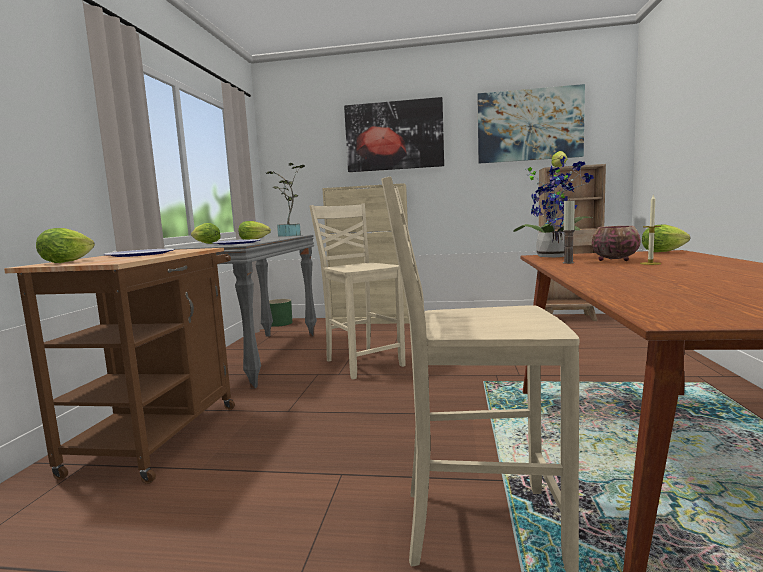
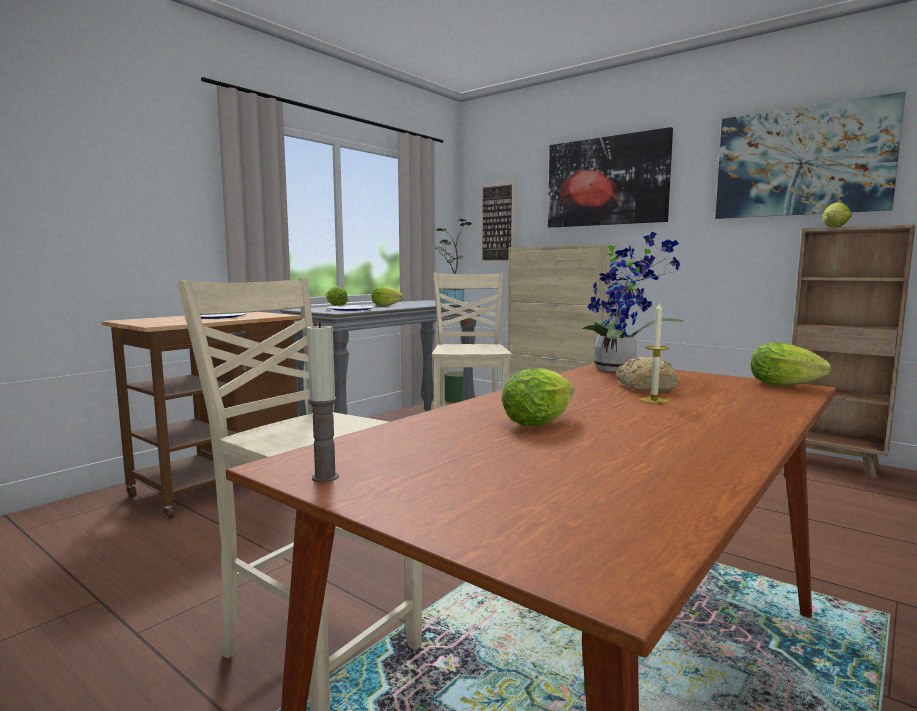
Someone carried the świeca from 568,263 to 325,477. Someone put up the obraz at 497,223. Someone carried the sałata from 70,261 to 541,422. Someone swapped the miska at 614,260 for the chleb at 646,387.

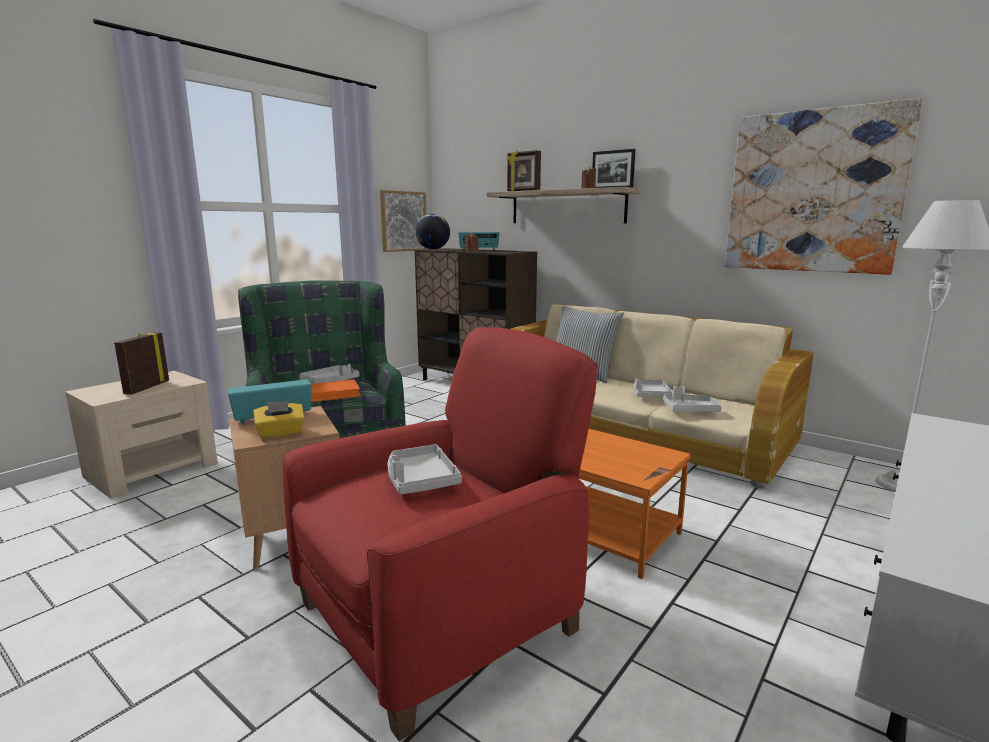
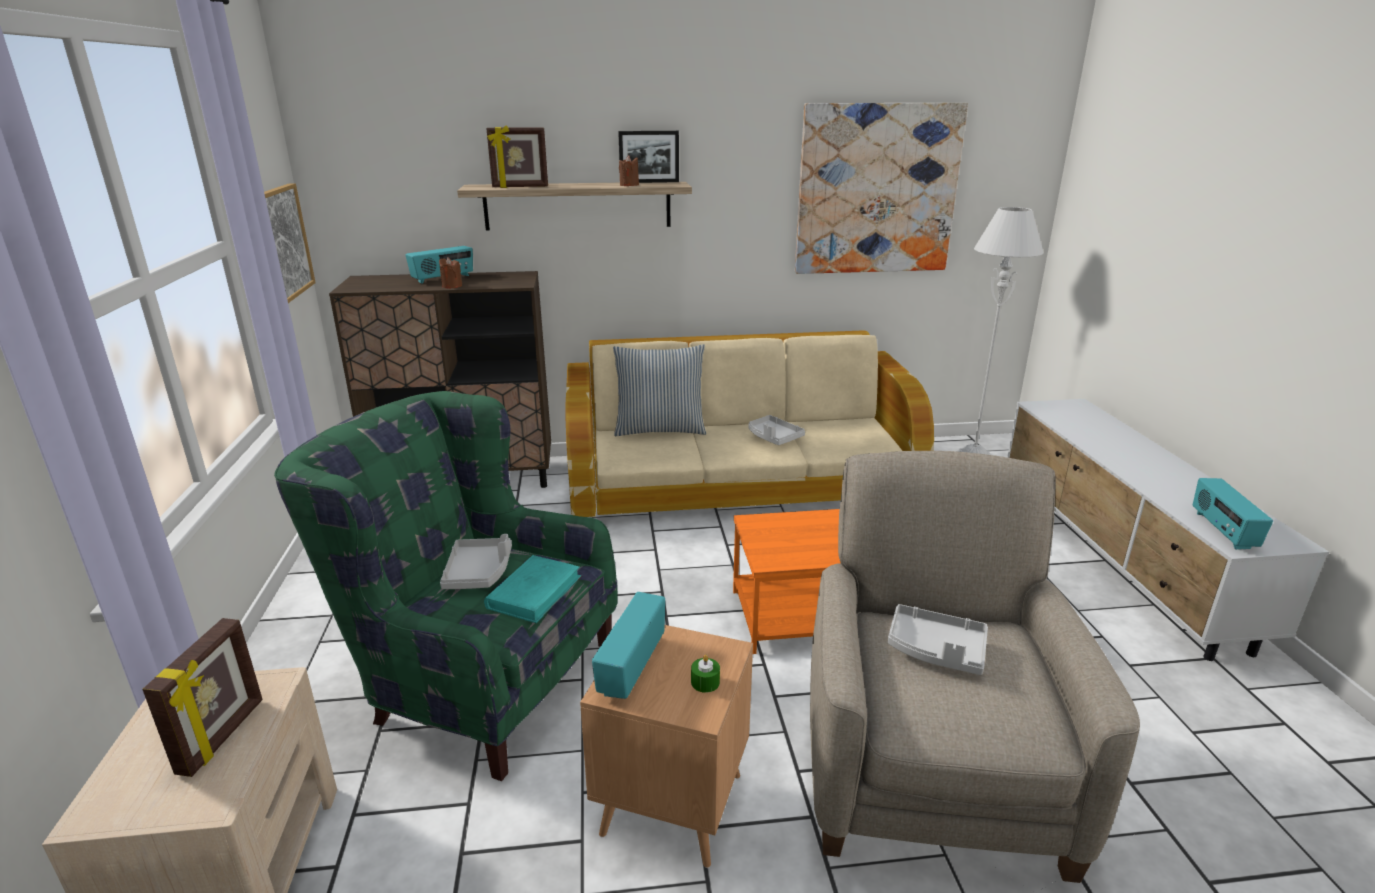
Someone rotated the ramka na zdjęcie at 146,387 by 135 degrees counterclockwise. Someone repainted the książka [pomarańczowy] at 331,394, which became the książka [turkusowy] at 534,592. Someone swapped the pudełko chusteczek [żółty] at 281,434 for the świeca [zielony] at 705,682. Someone repainted the fotel [czerwony] at 441,615, which became the fotel [beżowy] at 930,769. Someone put down the radio at 1222,531. Someone took away the globus at 433,249. Someone took away the taca [szary] at 690,410.

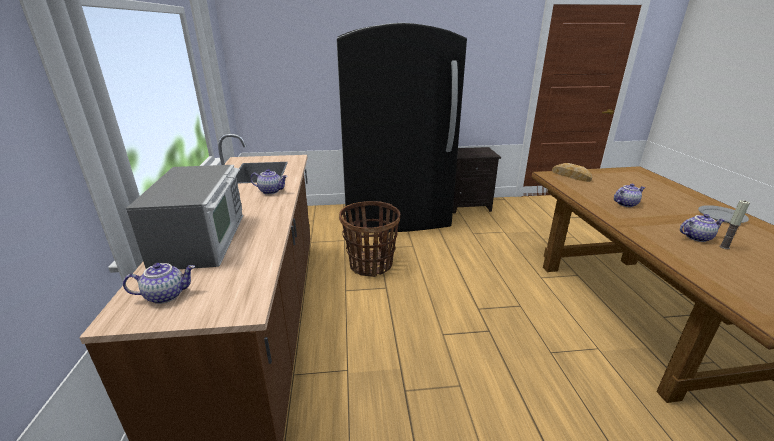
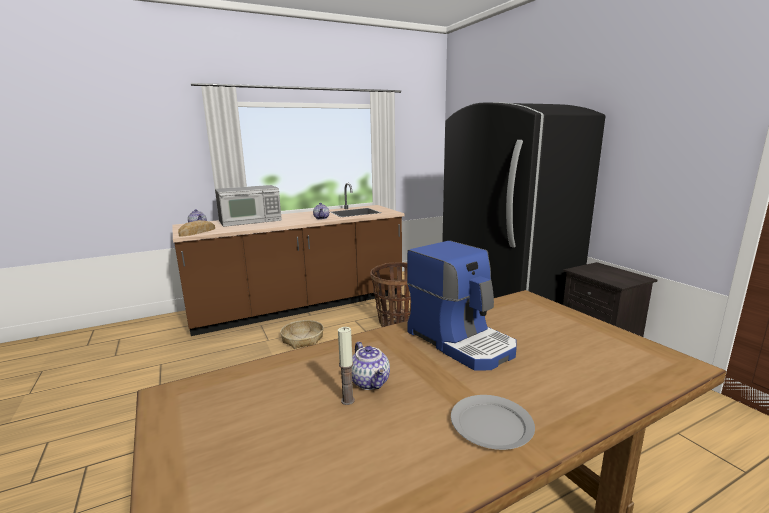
Someone carried the chleb from 571,175 to 197,232. Someone put down the koszyk at 303,339. Someone swapped the imbryk at 625,204 for the ekspres do kawy at 461,341.

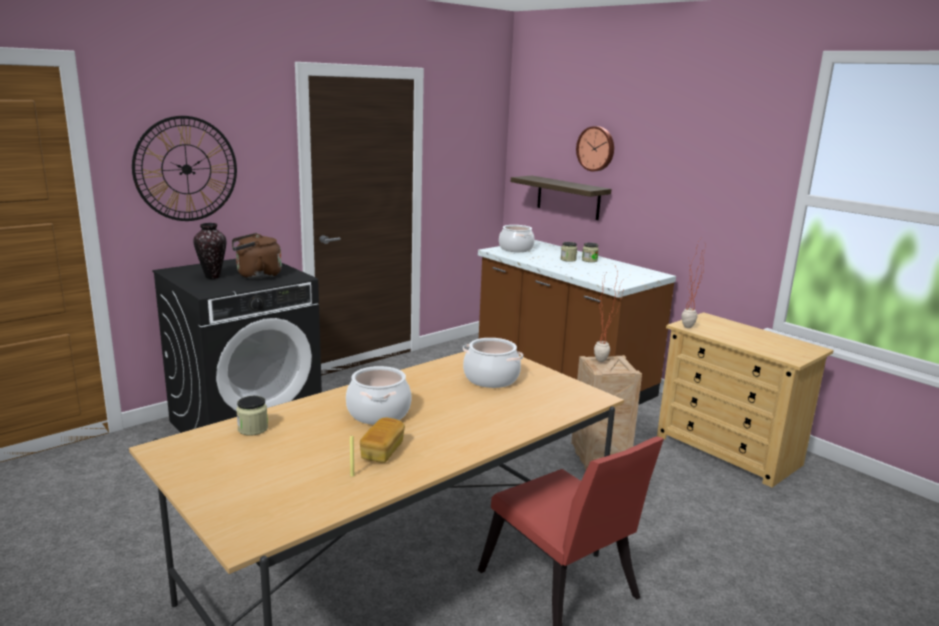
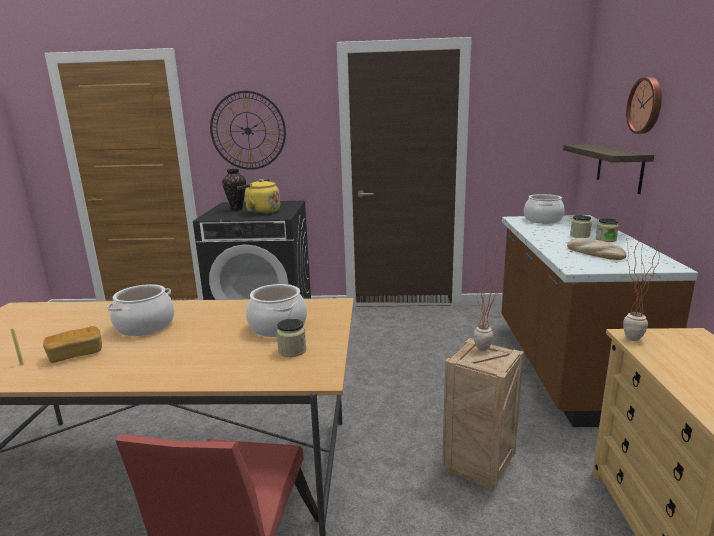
Someone repainted the czajnik [brązowy] at 256,275, which became the czajnik [żółty] at 261,212. Someone carried the słoik from 253,429 to 292,350. Someone put down the chleb at 594,253.

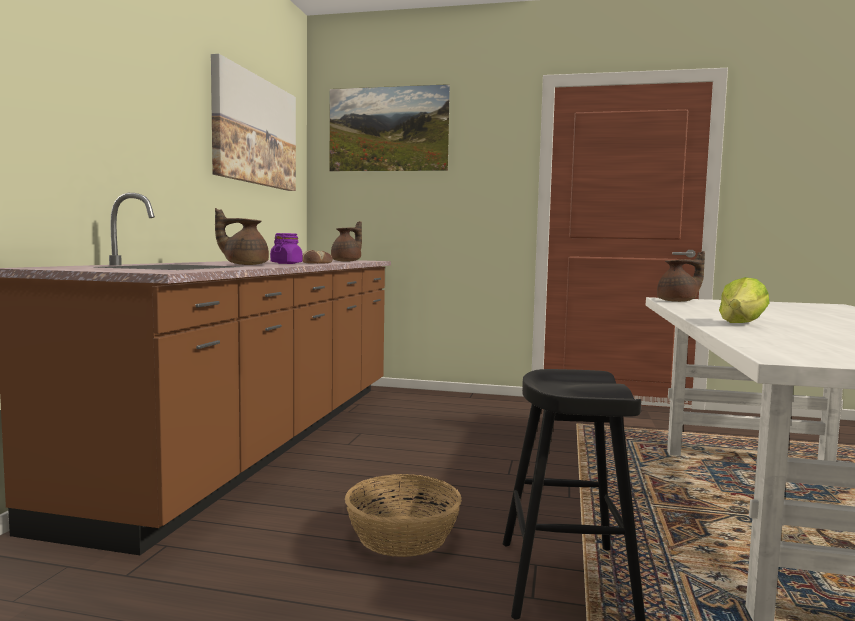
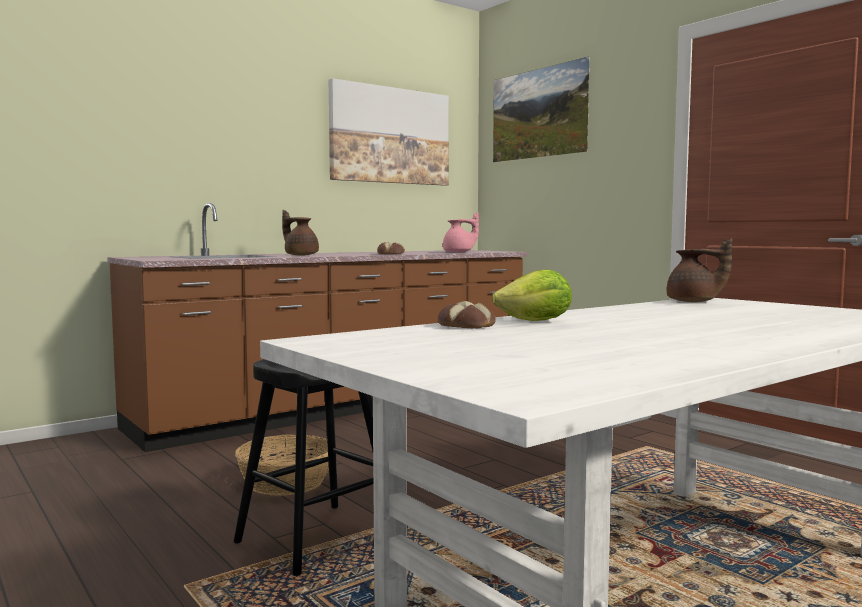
Someone put down the chleb at 465,326. Someone repainted the imbryk [brązowy] at 347,261, which became the imbryk [różowy] at 459,252. Someone took away the słoik [fioletowy] at 286,263.

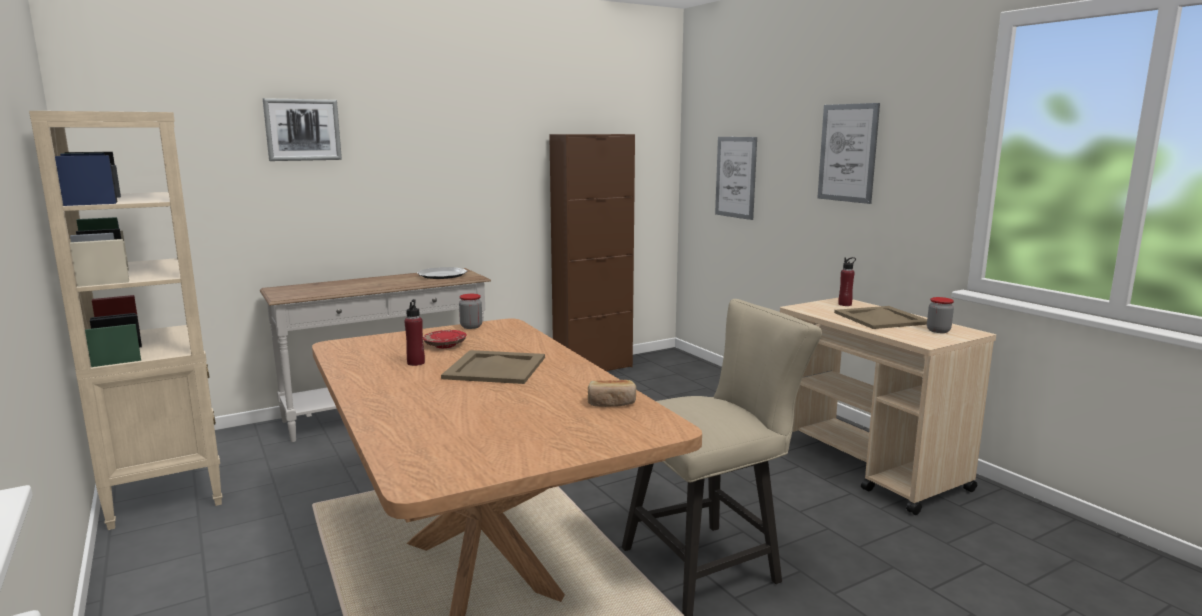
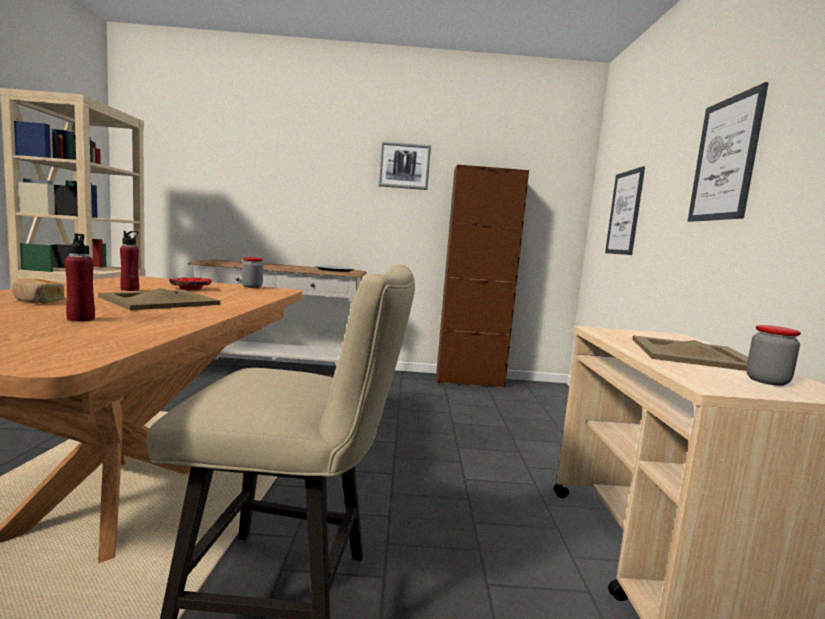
Someone carried the chleb from 611,403 to 37,301. Someone carried the butelka [czerwony] from 845,304 to 81,319. Someone carried the obraz from 302,130 to 404,166.

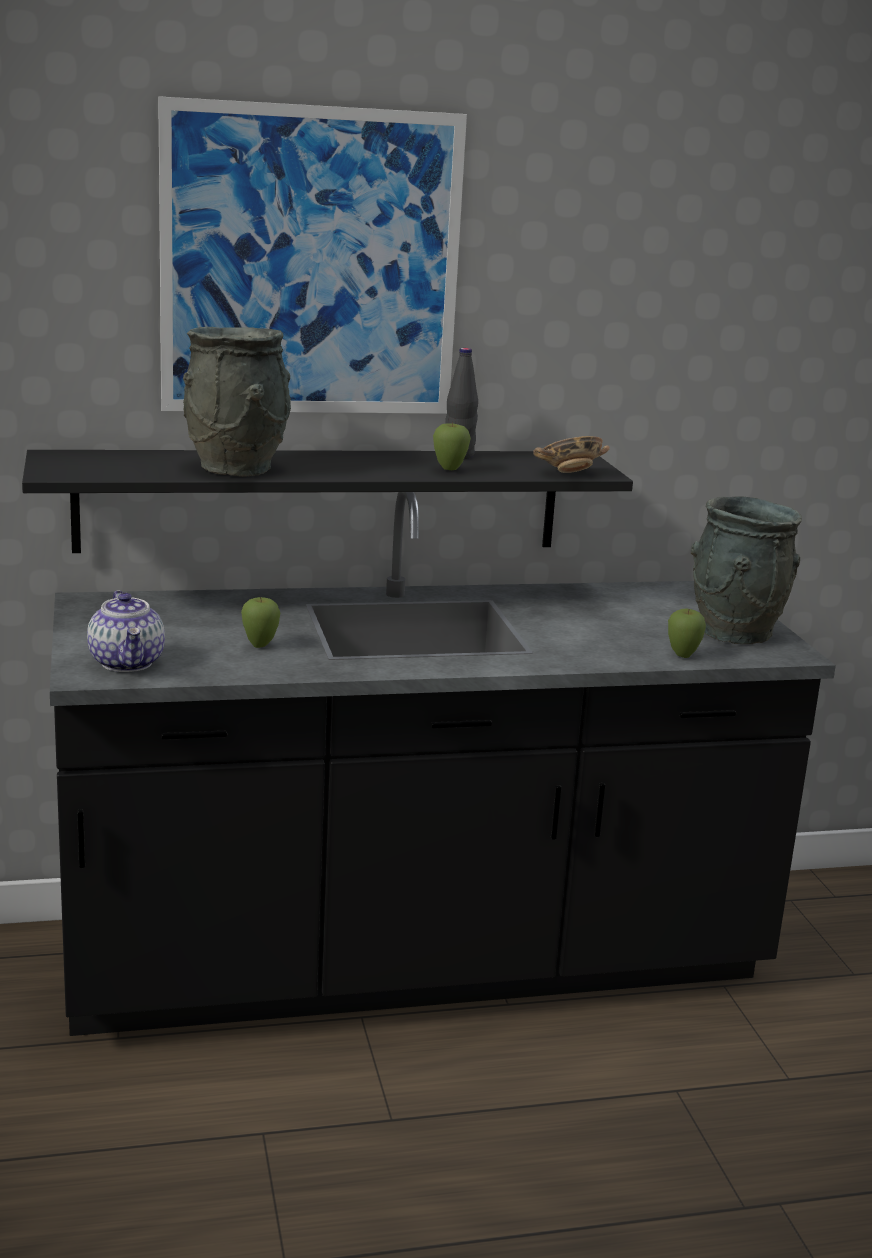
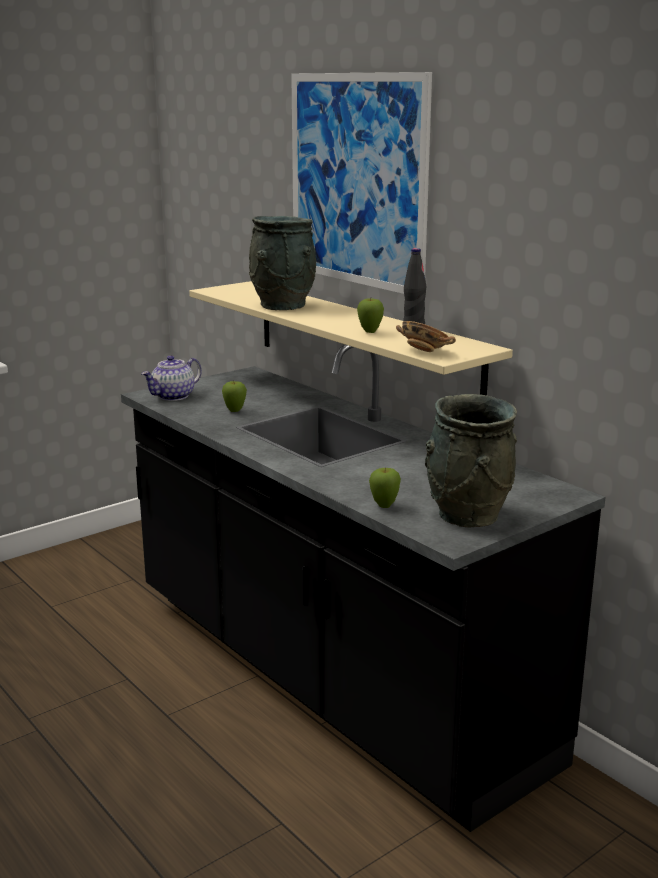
Someone repainted the półka [czarny] at 321,500, which became the półka [beżowy] at 362,344.

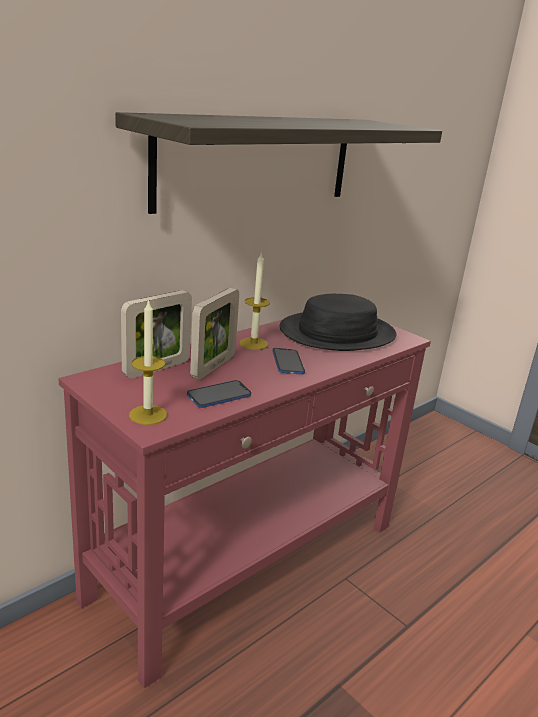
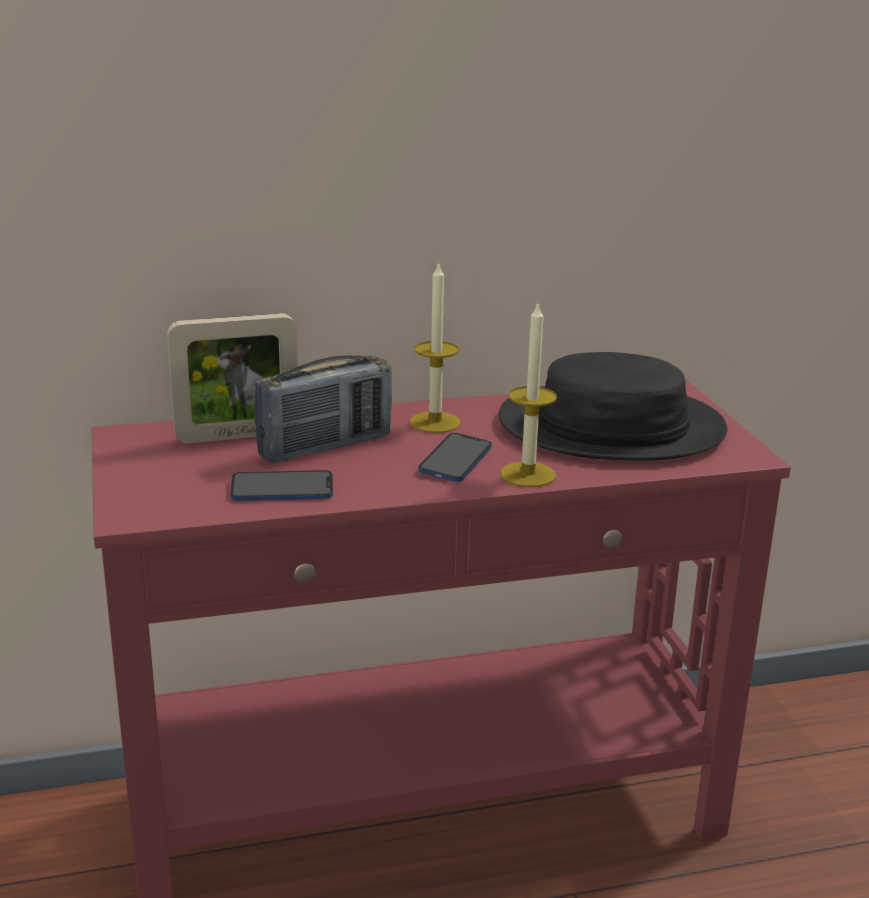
Someone swapped the ramka na zdjęcie at 213,366 for the radio at 325,447. Someone carried the świeca from 148,415 to 528,474. Someone took away the półka at 258,161.

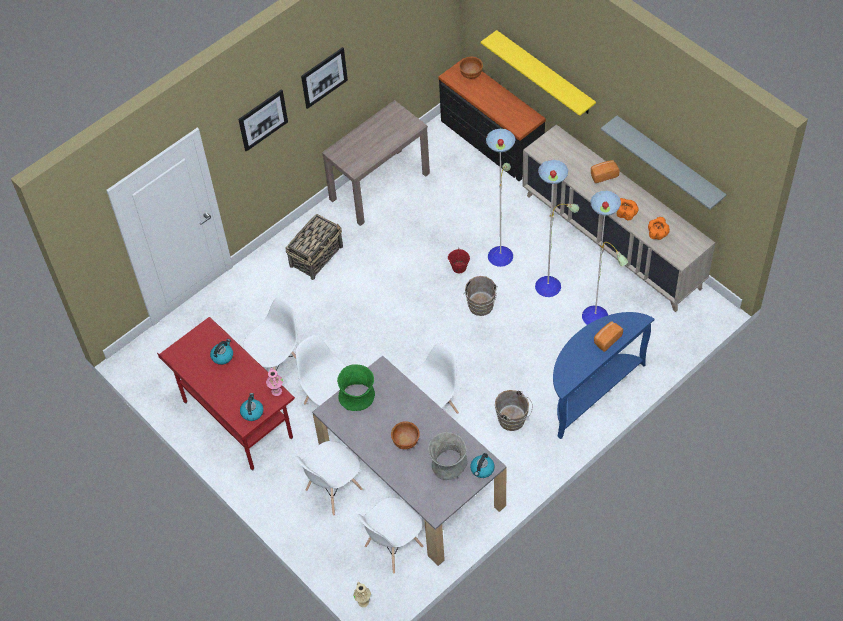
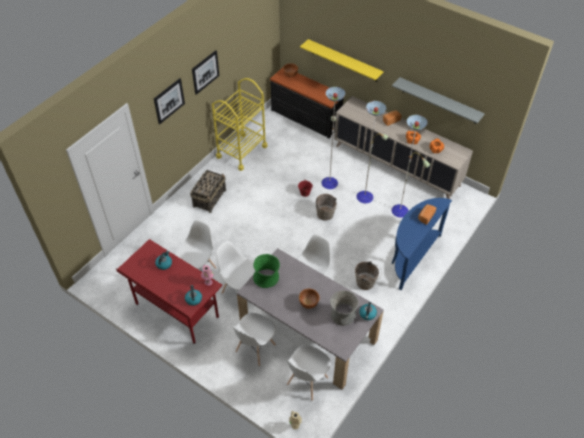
Someone swapped the stolik konsolowy [brązowy] at 380,186 for the wózek [żółty] at 241,151.

